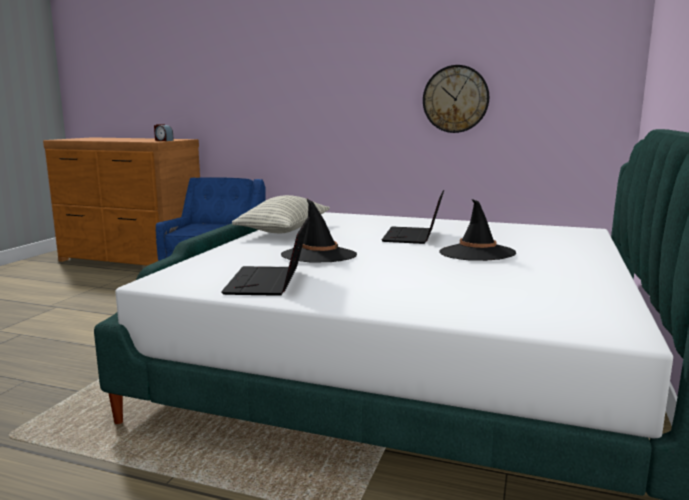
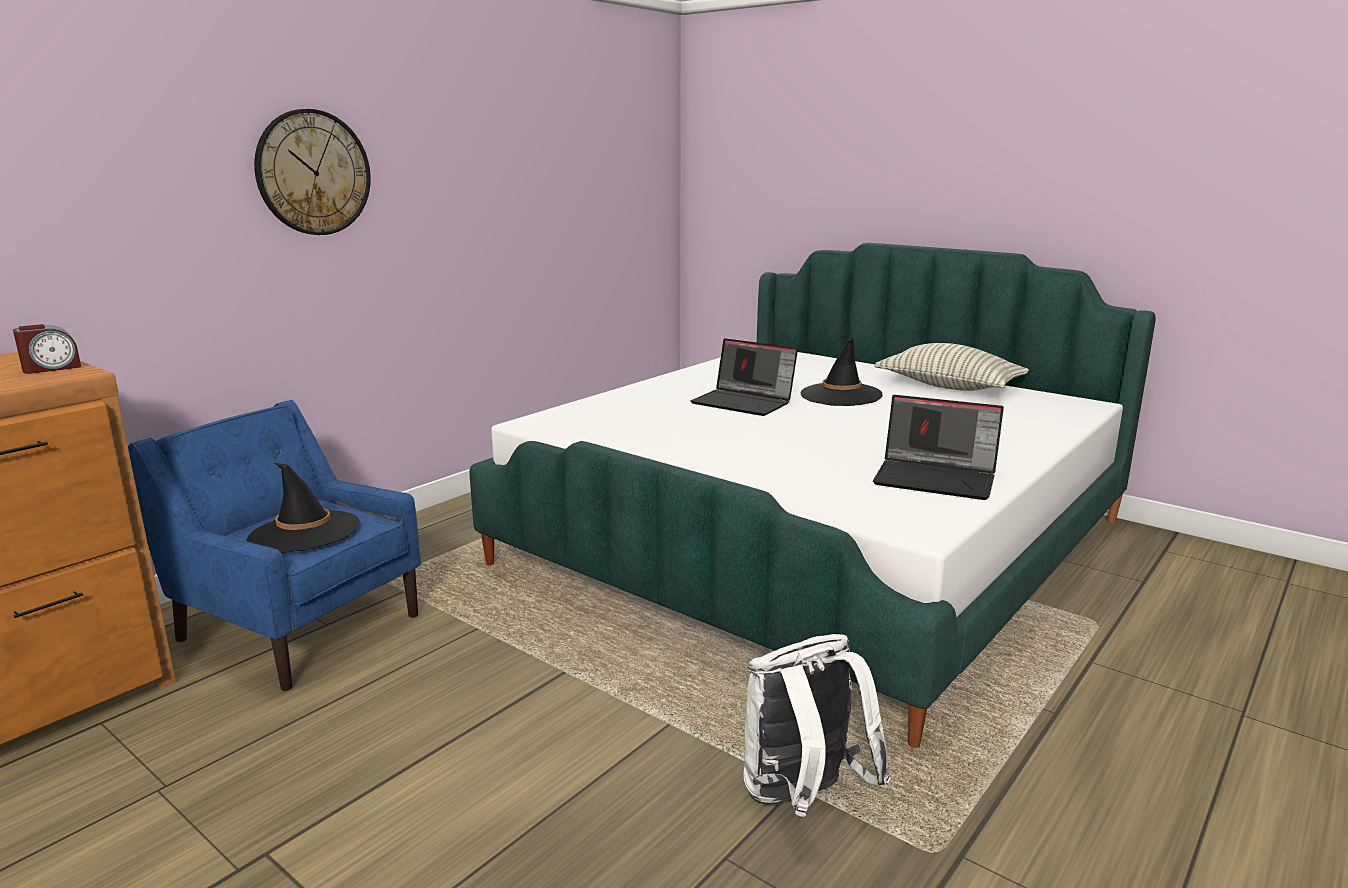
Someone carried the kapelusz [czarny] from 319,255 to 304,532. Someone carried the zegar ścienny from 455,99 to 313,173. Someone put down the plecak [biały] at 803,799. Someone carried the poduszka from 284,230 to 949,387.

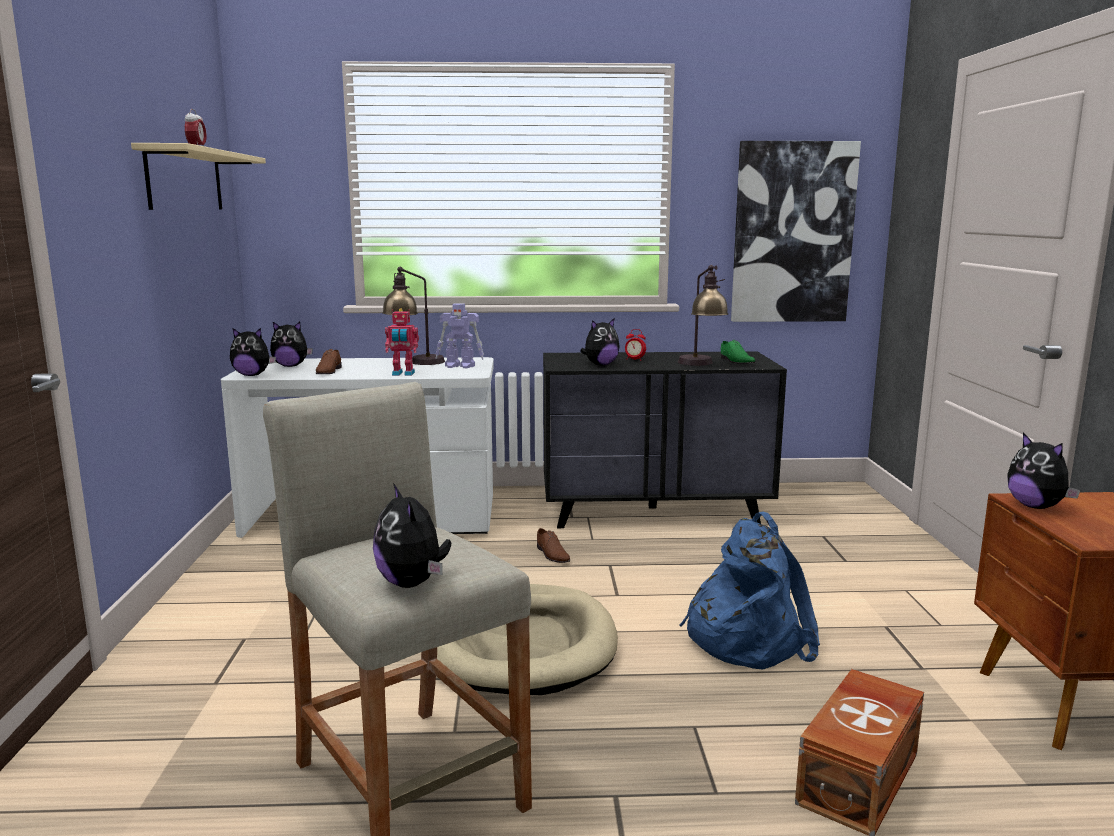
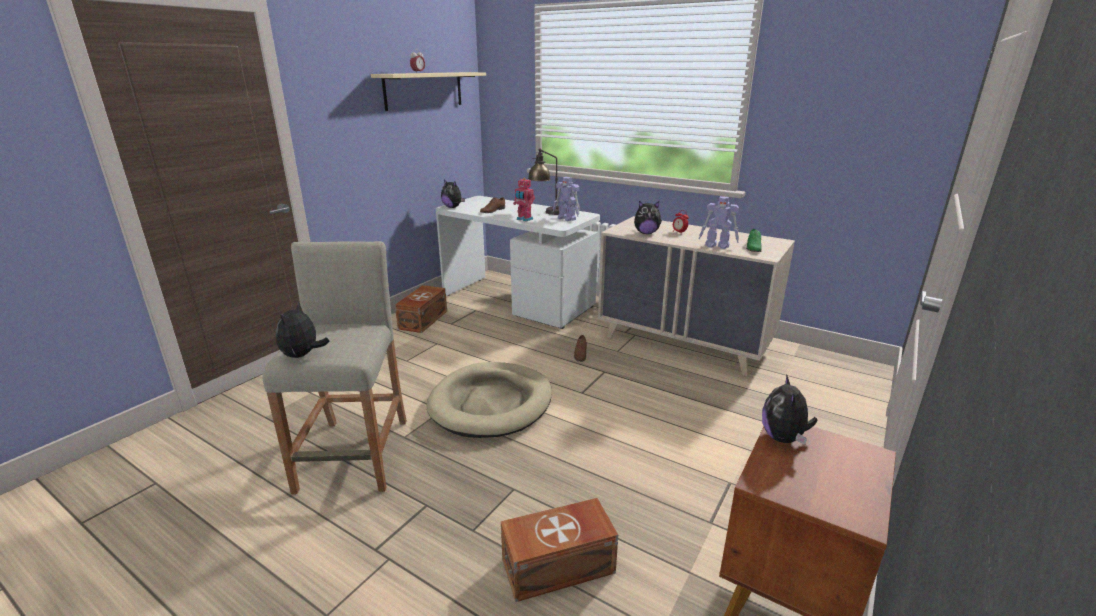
Someone put down the pojemnik do przechowywania [brązowy] at 422,320. Someone repainted the komoda [czarny] at 654,511, which became the komoda [beżowy] at 684,343. Someone swapped the lampa stołowa at 701,364 for the robot zabawkowy at 717,246. Someone took away the pluszak at 291,366. Someone took away the plecak [niebieski] at 746,638. Someone took away the obraz at 792,233.

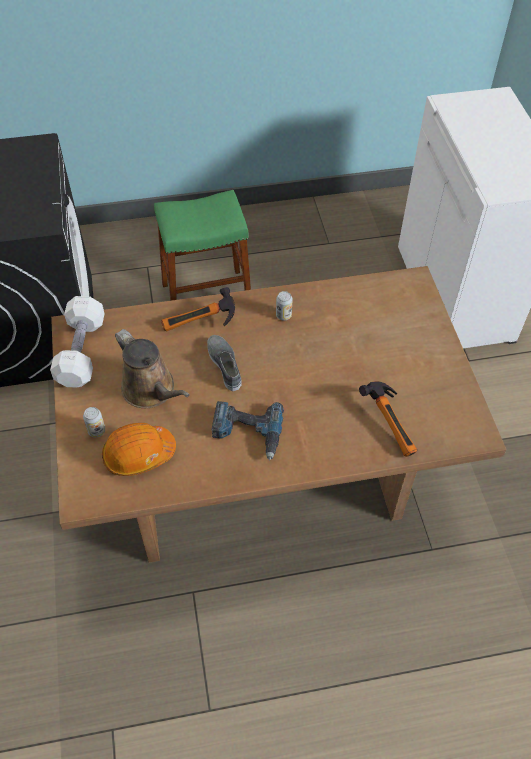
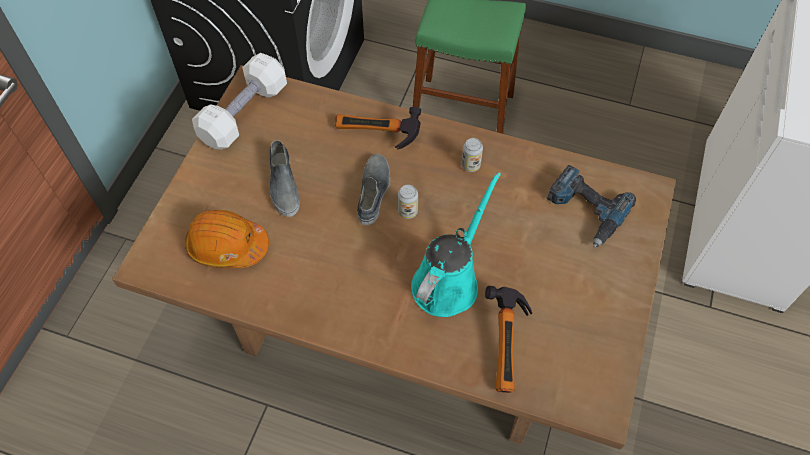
Someone swapped the konewka [brązowy] at 151,390 for the but [szary] at 283,185. Someone carried the puszka from 96,431 to 408,211. Someone put down the konewka [turkusowy] at 448,281. Someone carried the wiertarka from 247,433 to 585,210.

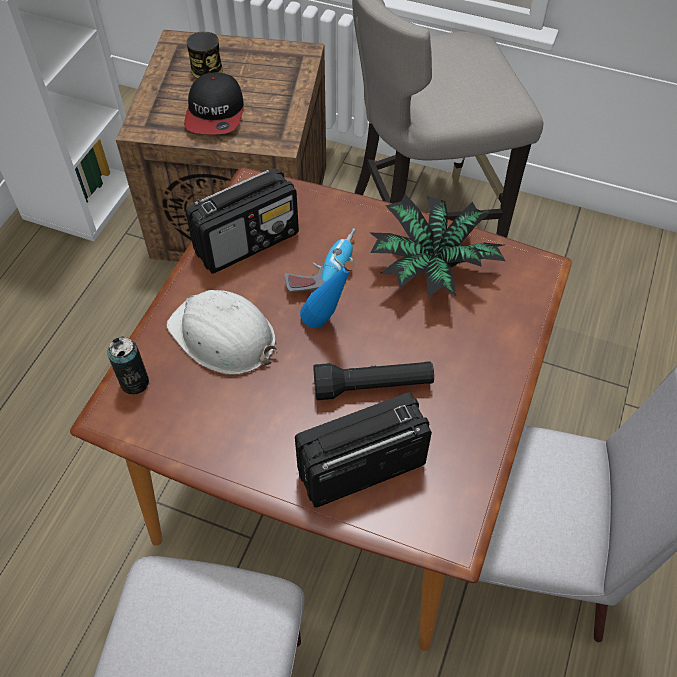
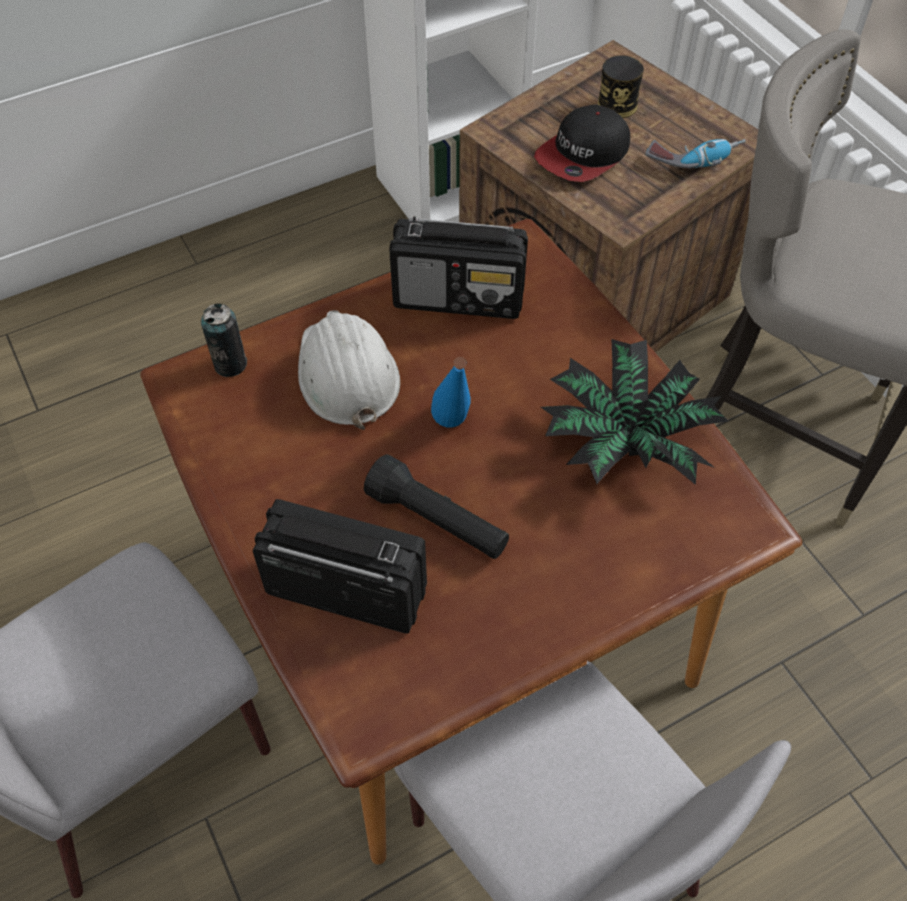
Someone carried the wiertarka from 324,268 to 693,159.

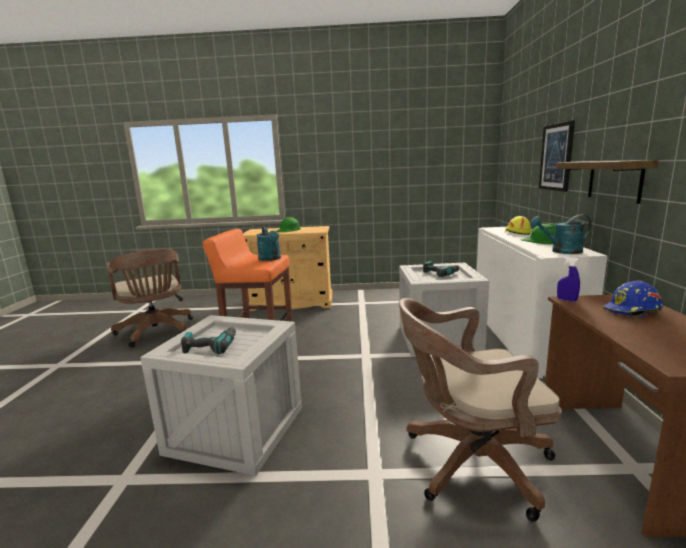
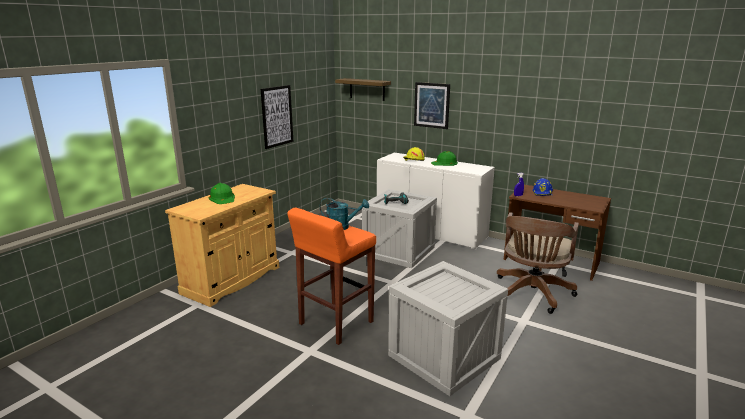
Someone put up the obraz at 277,116. Someone carried the półka from 614,180 to 367,89. Someone took away the krzesło biurowe [brązowy] at 156,332. Someone took away the wiertarka at 211,347. Someone took away the konewka [turkusowy] at 561,251.

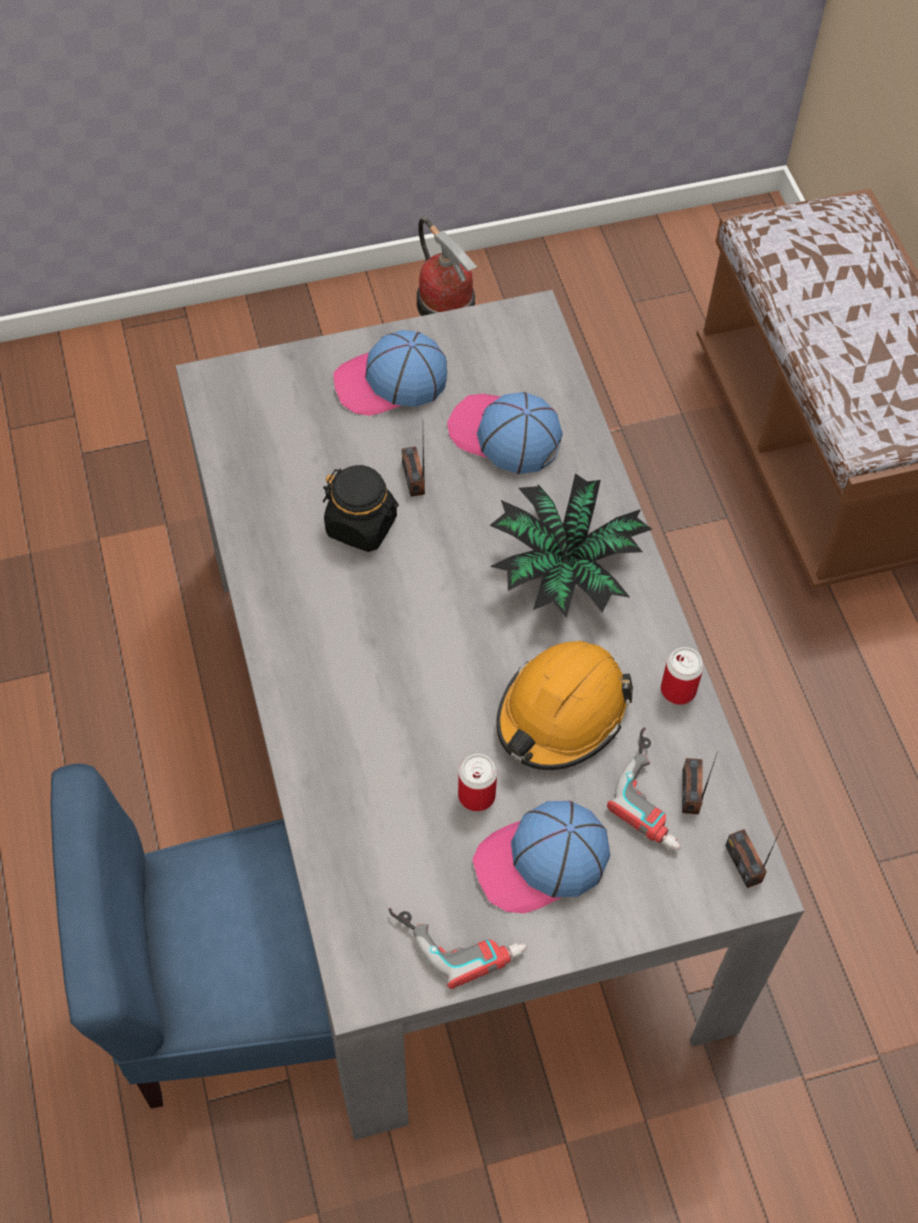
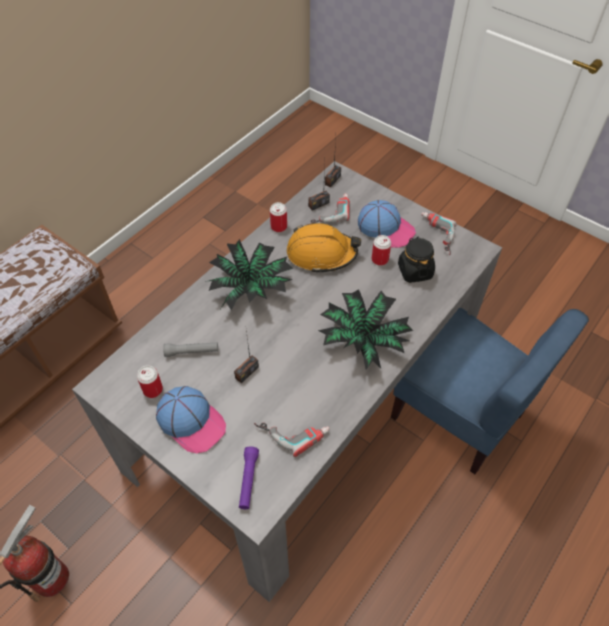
Someone put down the puszka at 153,389. Someone swapped the czapka z daszkiem at 504,435 for the latarka [szary] at 192,352. Someone put down the latarka [fioletowy] at 248,480. Someone put down the wiertarka at 293,429. Someone put down the roślina doniczkowa at 363,340. Someone carried the słoik [czarny] from 362,525 to 414,271.

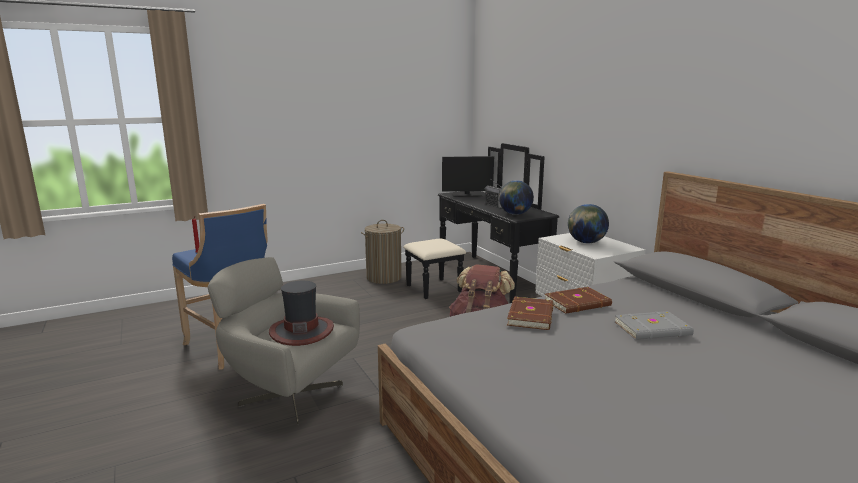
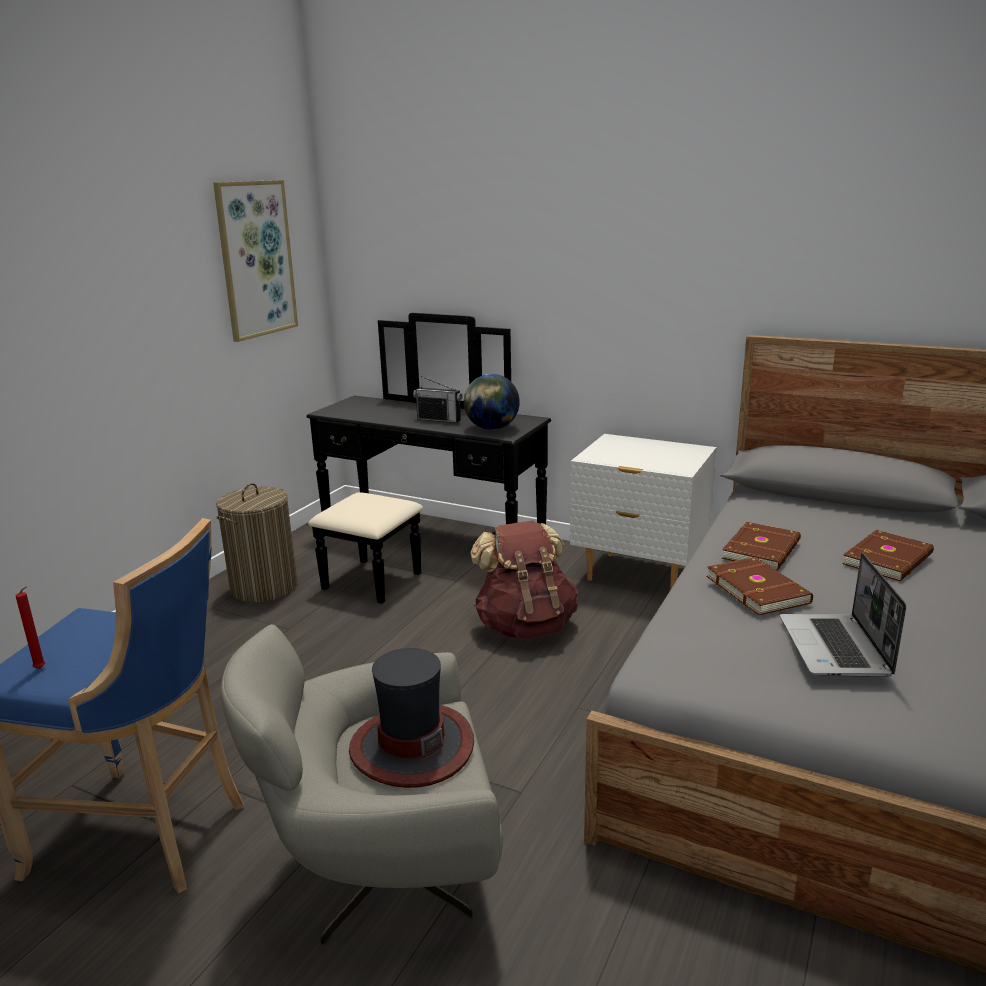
Someone put up the obraz at 256,259. Someone put down the laptop at 835,648. Someone repainted the książka [szary] at 653,329, which became the książka [brązowy] at 889,559. Someone took away the monitor at 467,195. Someone took away the globus at 586,242.

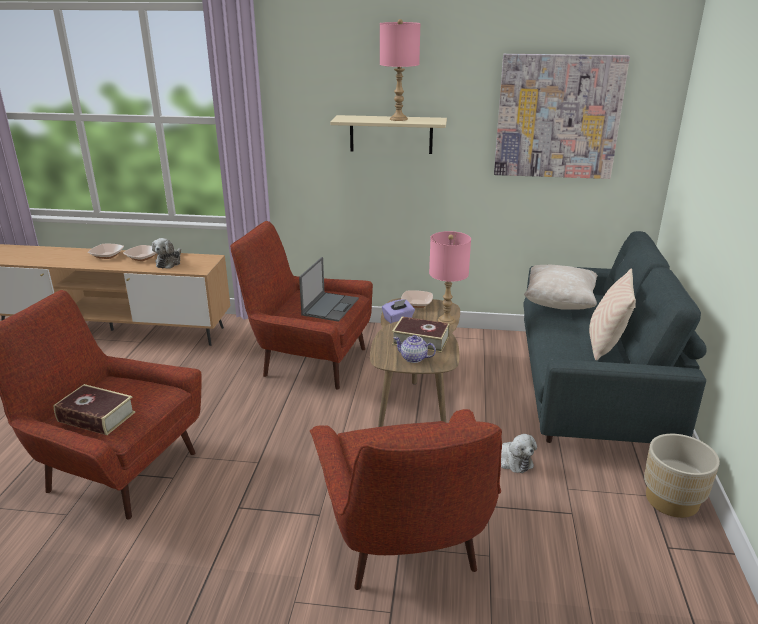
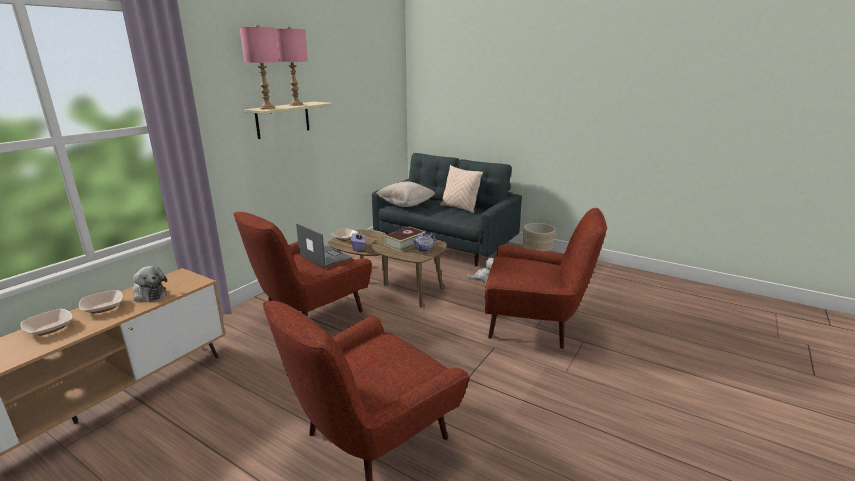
Someone carried the lampa stołowa [różowy] from 446,320 to 267,108. Someone took away the książka at 96,417. Someone took away the obraz at 557,117.

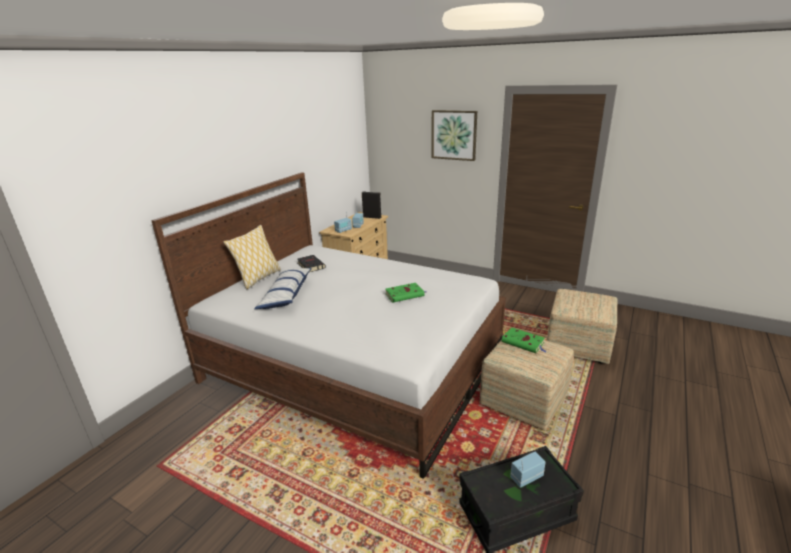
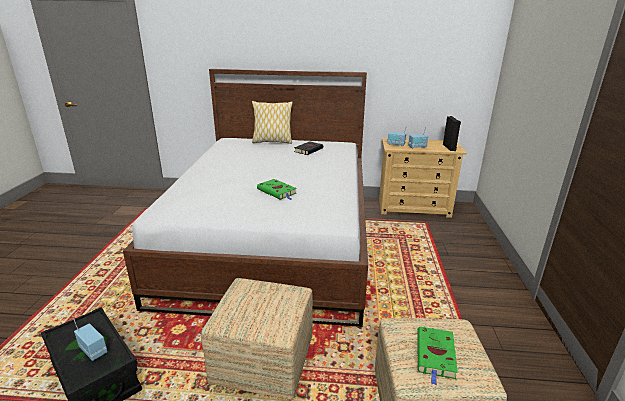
Someone carried the książka [zielony] from 524,343 to 435,356. Someone took away the poduszka at 286,295. Someone took away the obraz at 454,135.

